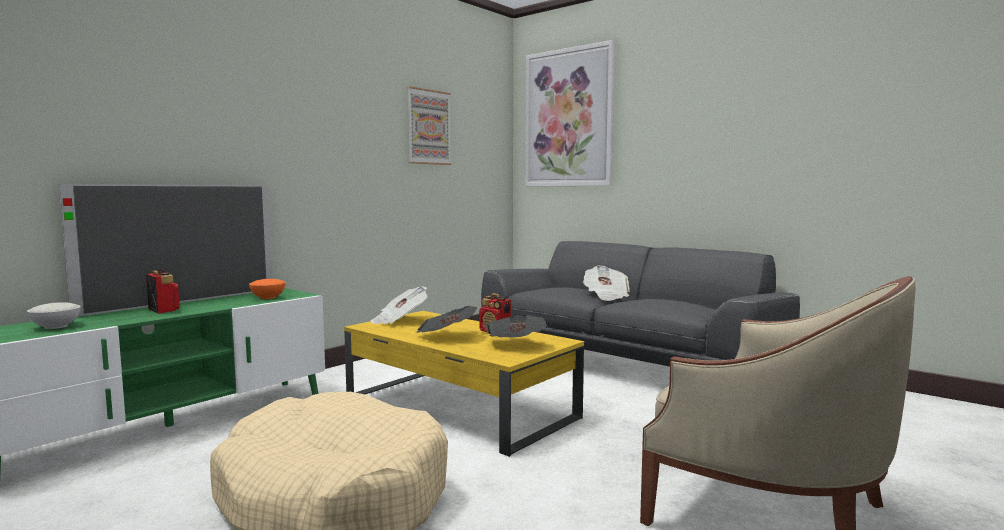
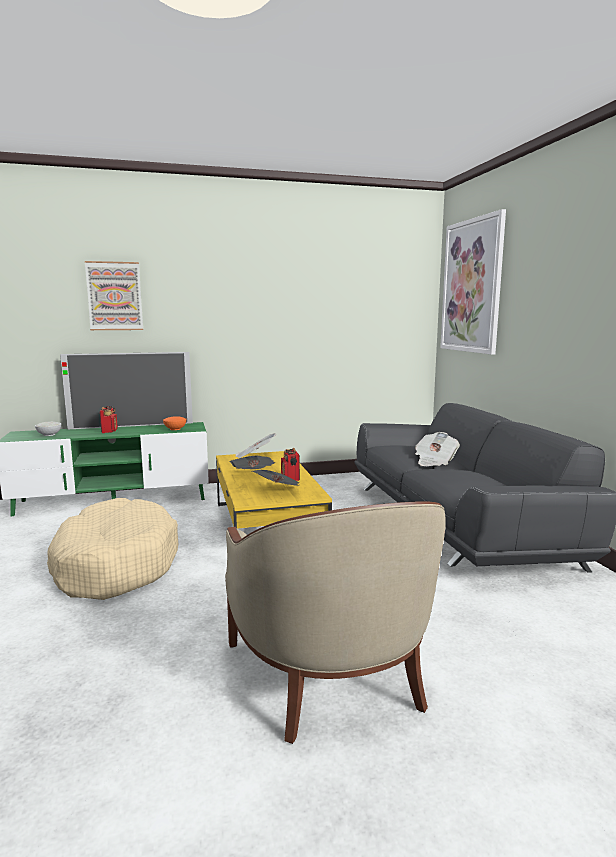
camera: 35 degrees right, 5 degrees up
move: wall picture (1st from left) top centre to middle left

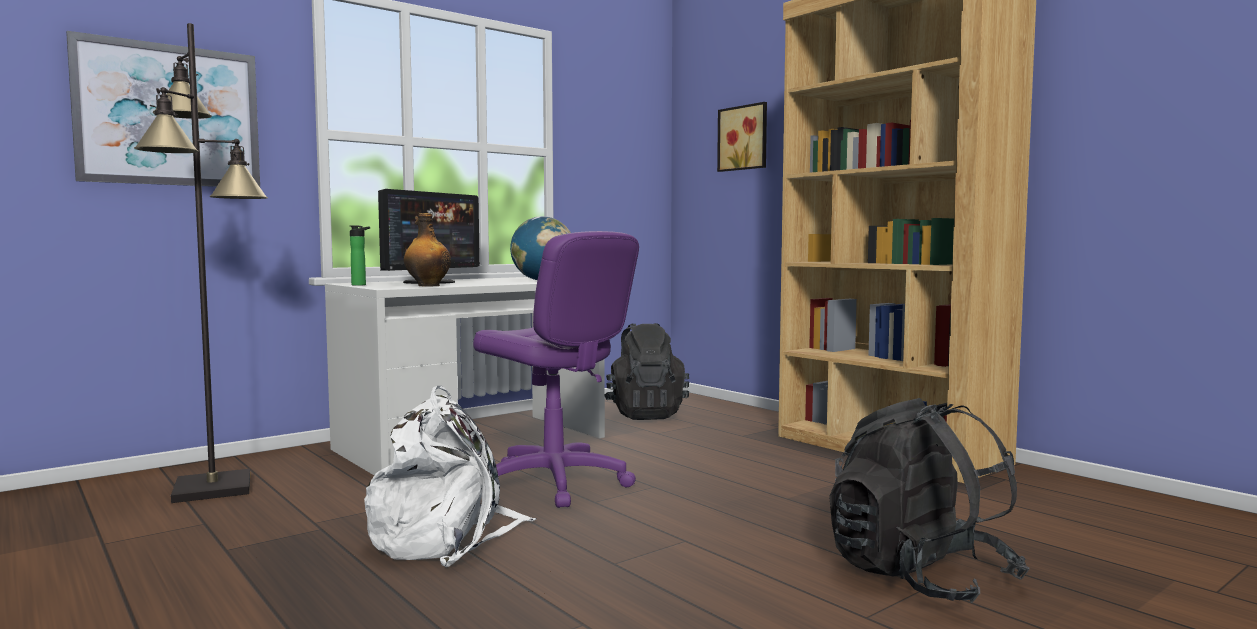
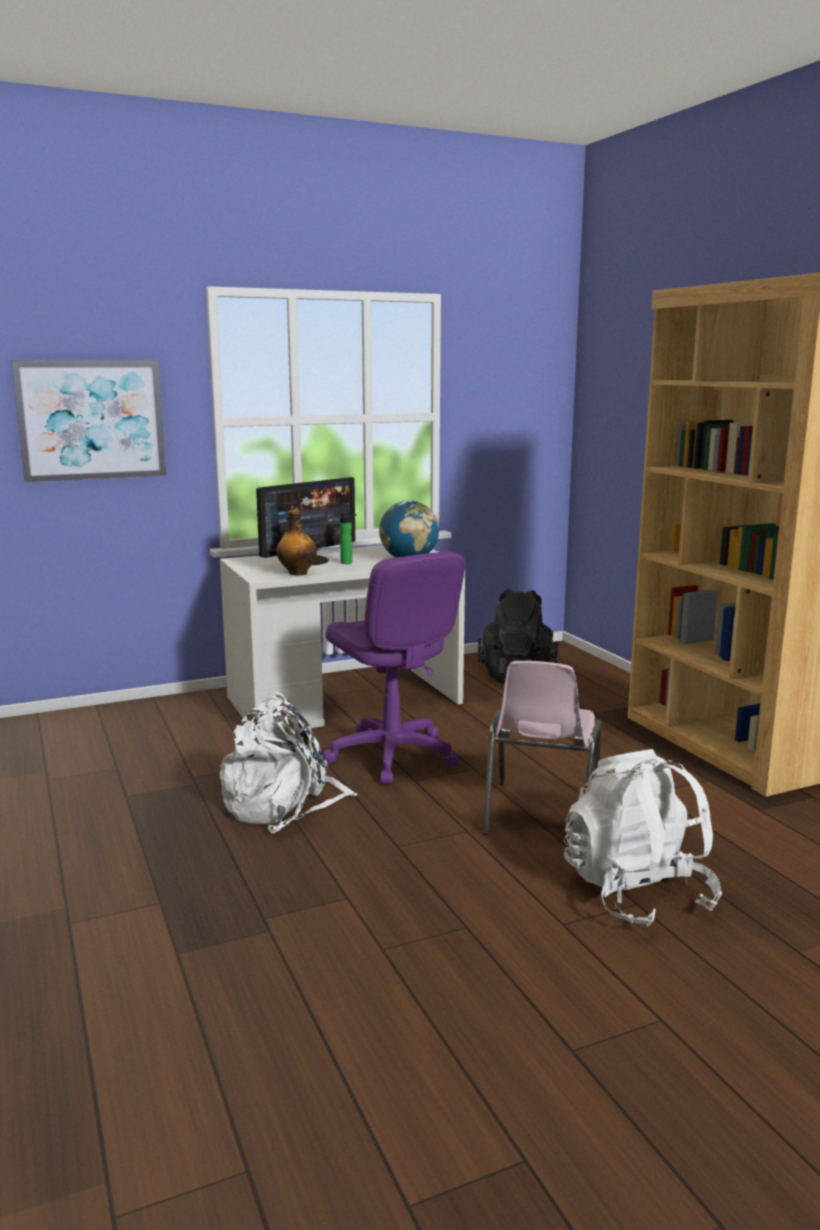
camera: 15 degrees right, 10 degrees up
delete: standing lamp in black-coloured middle left; wall picture (2nd from left) top centre
insert: upright chair in pinkish centre
move: beverage bottle (1st from left in the first image) middle left to beverage bottle (2nd from left) centre
recolor: knapsack in black-coloured (2nd from left) bottom right to knapsack in white (2nd from left) bottom right

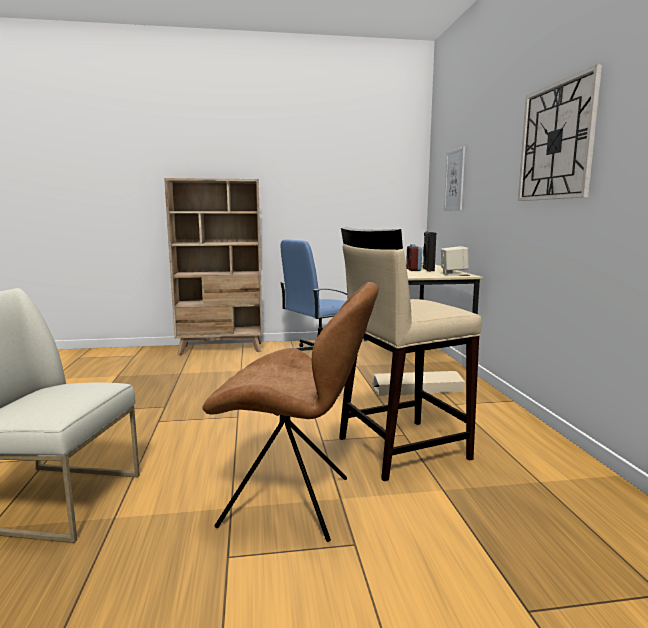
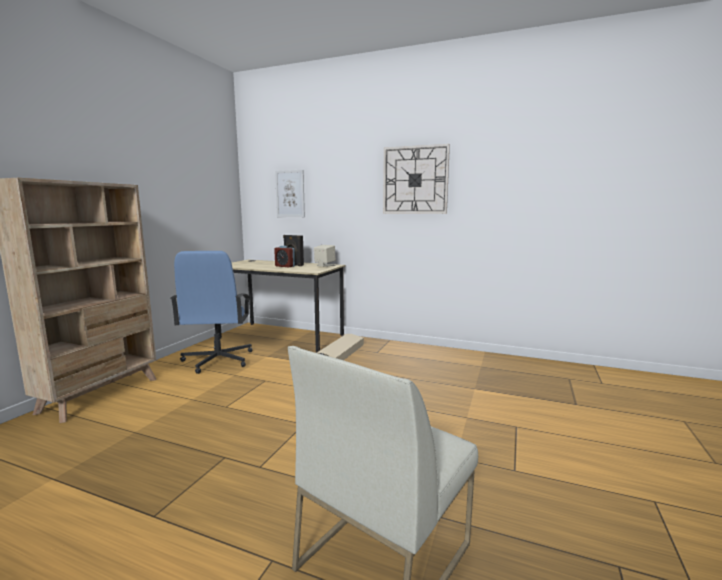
camera: 60 degrees left, 0 degrees up
delete: upright chair in brown centre; stool seat in beige-coloured centre

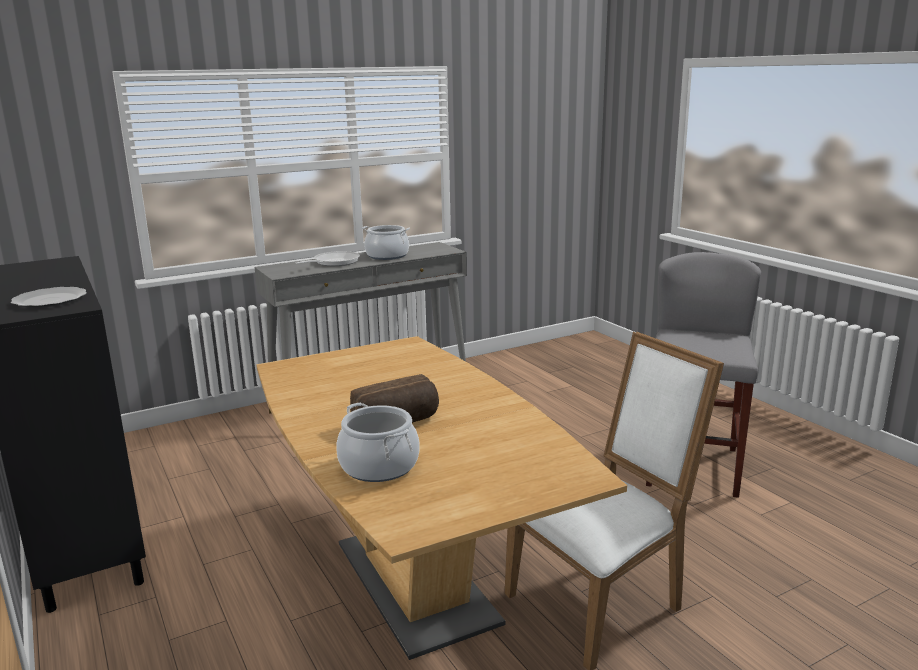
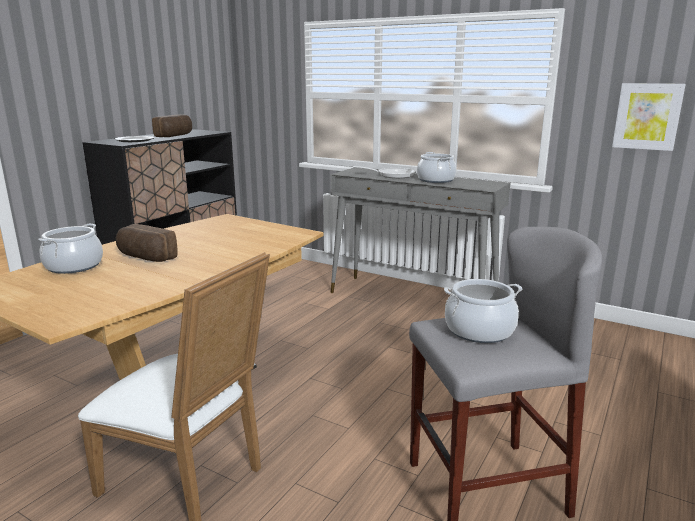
camera: 60 degrees right, 0 degrees up
insert: baked bread (2nd from left) top left; cooking pot (3rd from left) middle right; wall picture top right

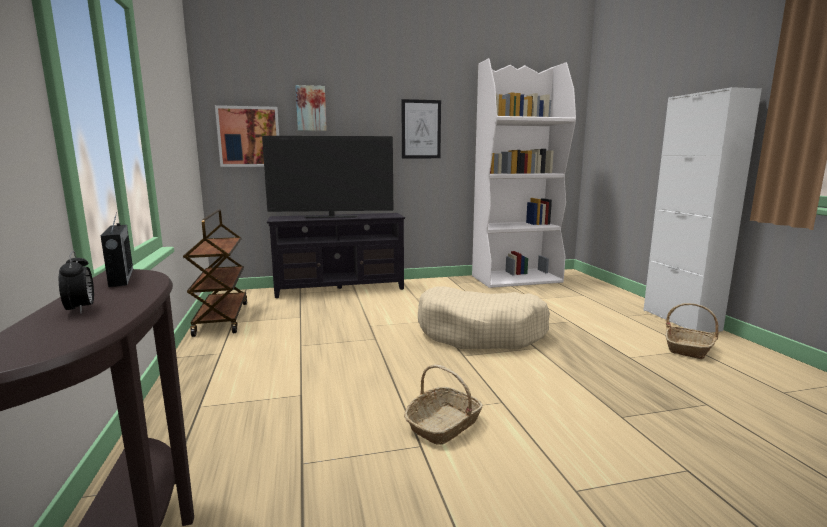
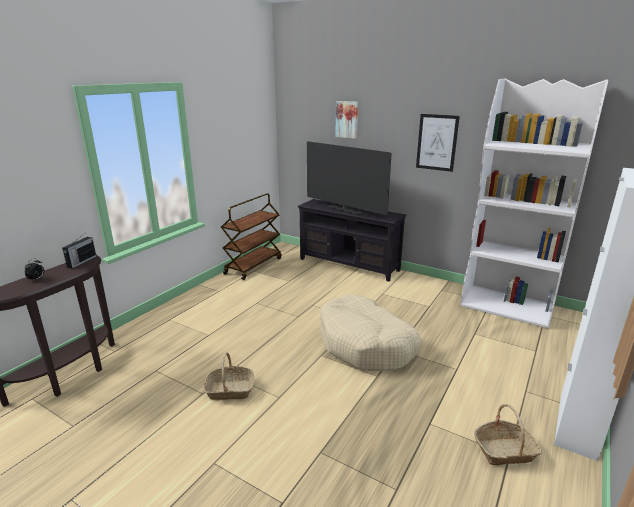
camera: 45 degrees right, 10 degrees up
delete: wall picture (1st from left) top left

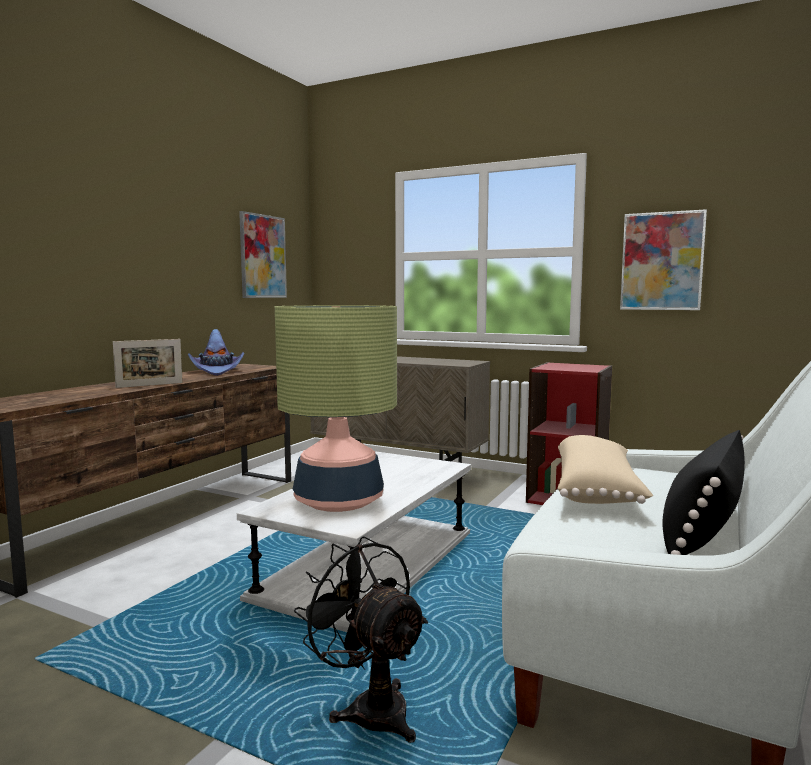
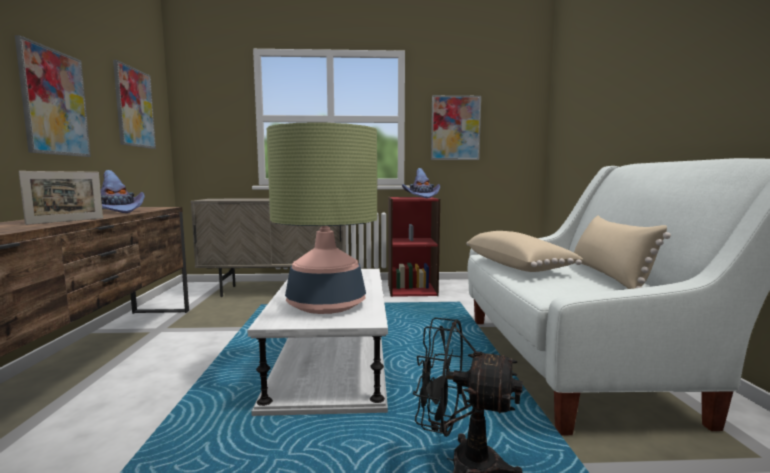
camera: 30 degrees left, 0 degrees up
insert: wall picture (1st from left) top left; hat in purple-coloured (2nd from left) centre
recolor: pillow in black-coloured middle right to pillow in beige-coloured (2nd from left) middle right

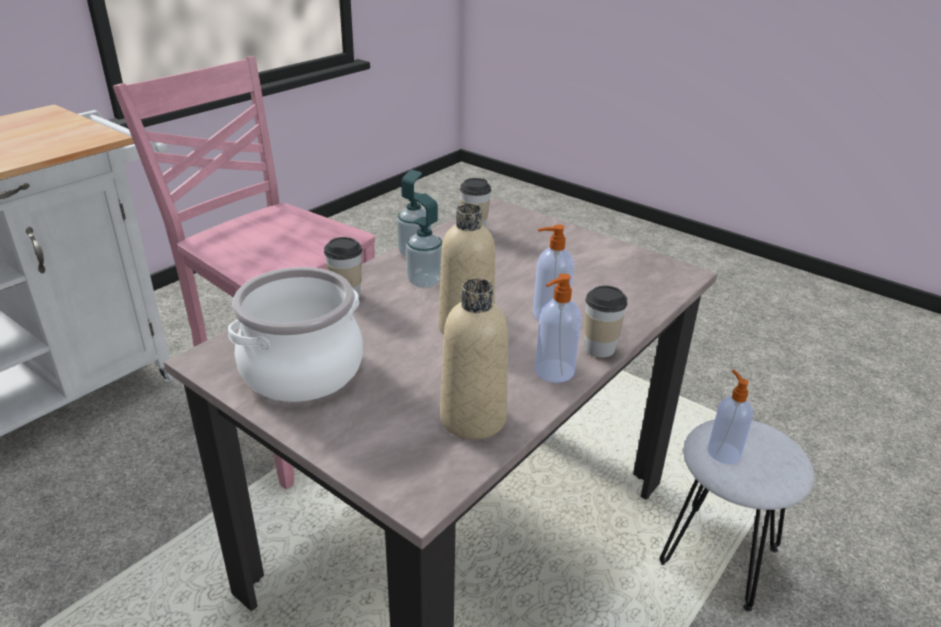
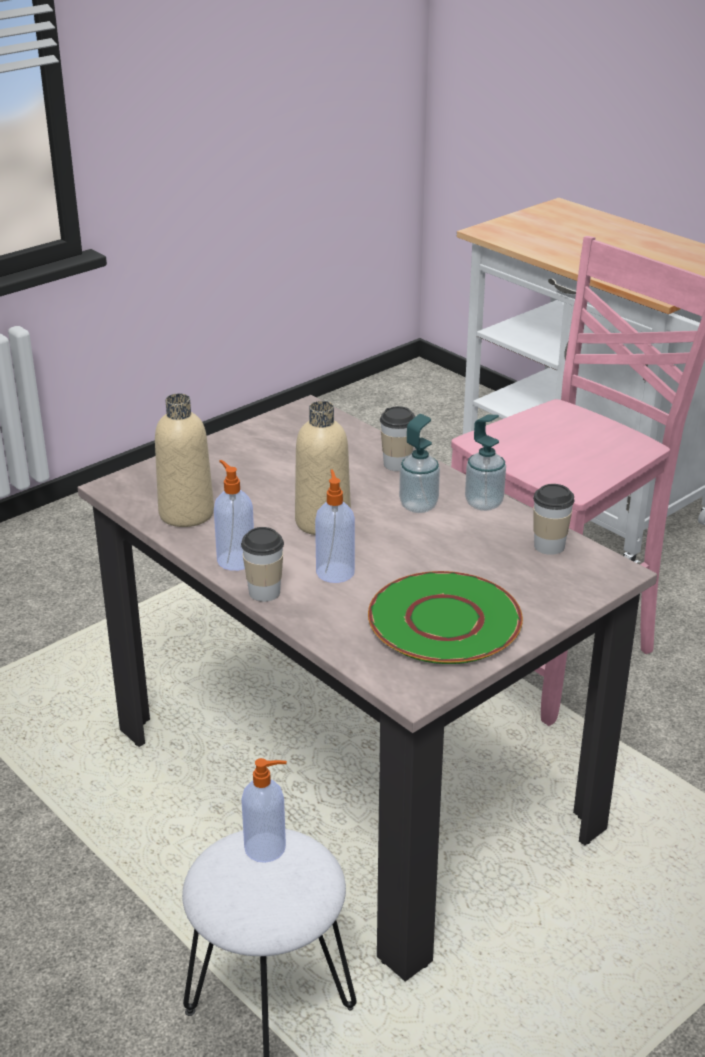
camera: 100 degrees right, 0 degrees up
delete: cooking pot middle left
insert: plate in greenish centre

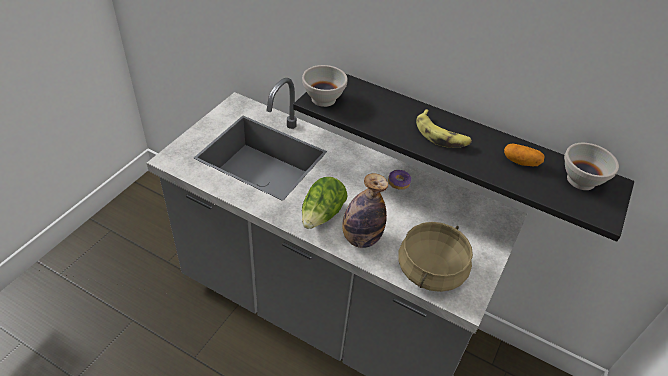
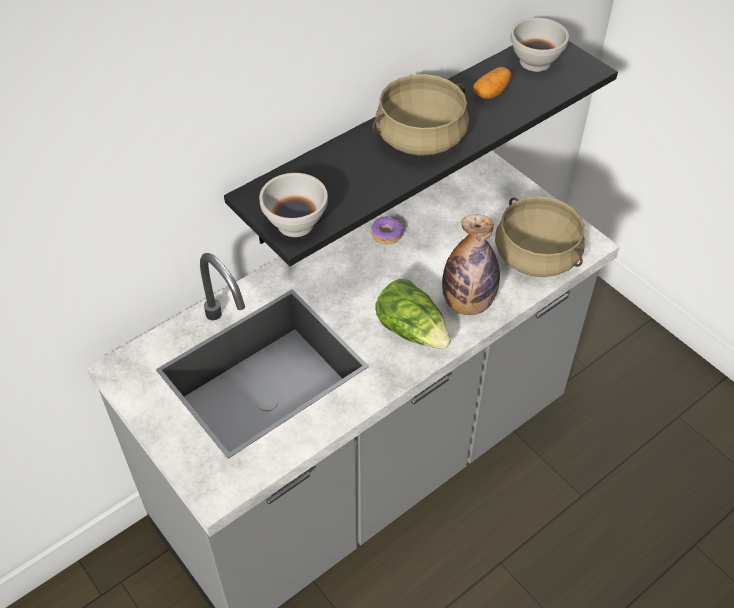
camera: 65 degrees left, 5 degrees up
replace: whole banana centre to cooking pot in beige-coloured (1st from left) top centre

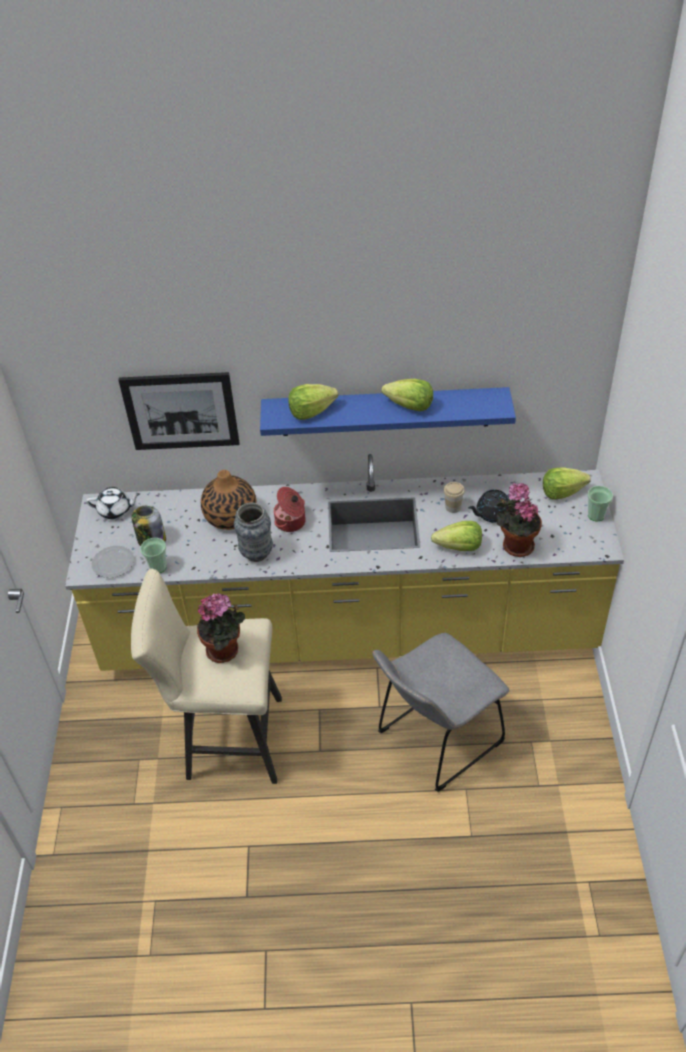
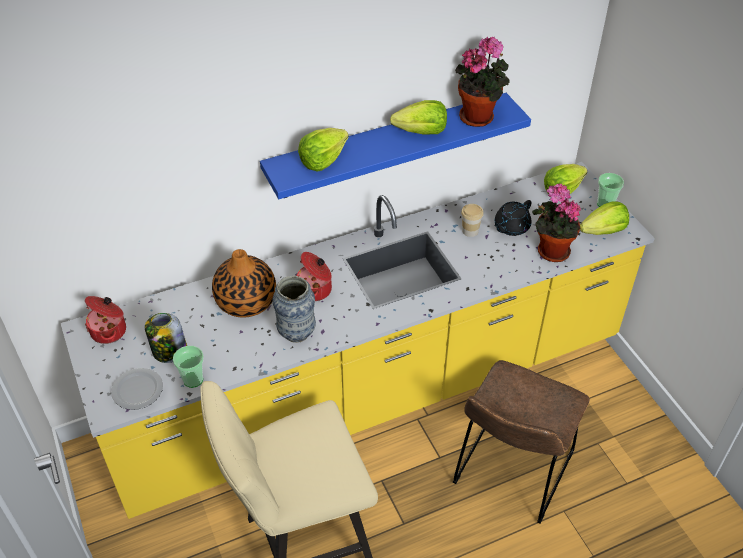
camera: 25 degrees left, 0 degrees up
delete: wall picture middle left
move: plant in a pot (1st from left) middle left to top centre; head of lettuce (3rd from left in the first image) centre to head of lettuce (4th from left) middle right
replace: pot for tea in white middle left to cooking pot (1st from left) middle left
recolor: upright chair in grey bottom centre to upright chair in brown bottom right

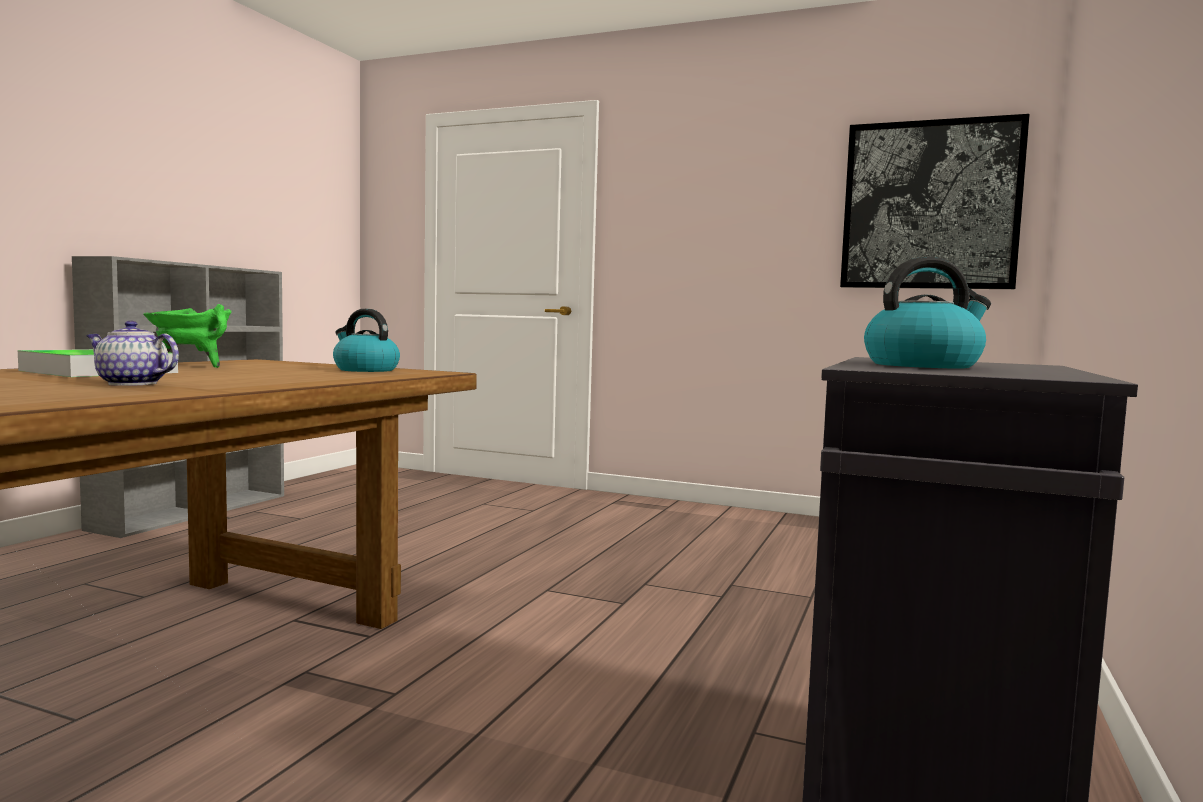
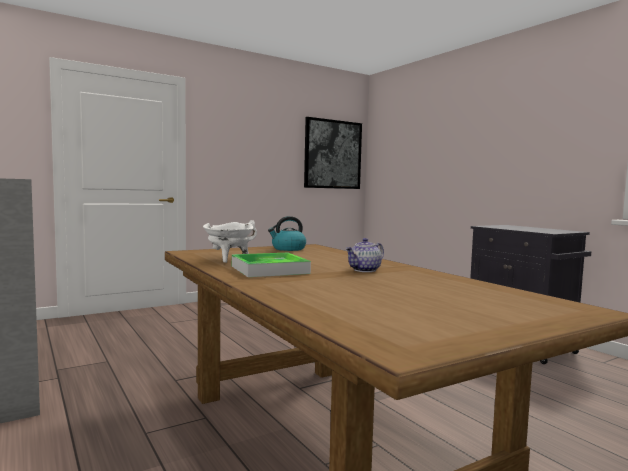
camera: 55 degrees left, 0 degrees up
delete: water kettle (2nd from left) middle right
recolor: cooking pot in greenish middle left to cooking pot in white centre

